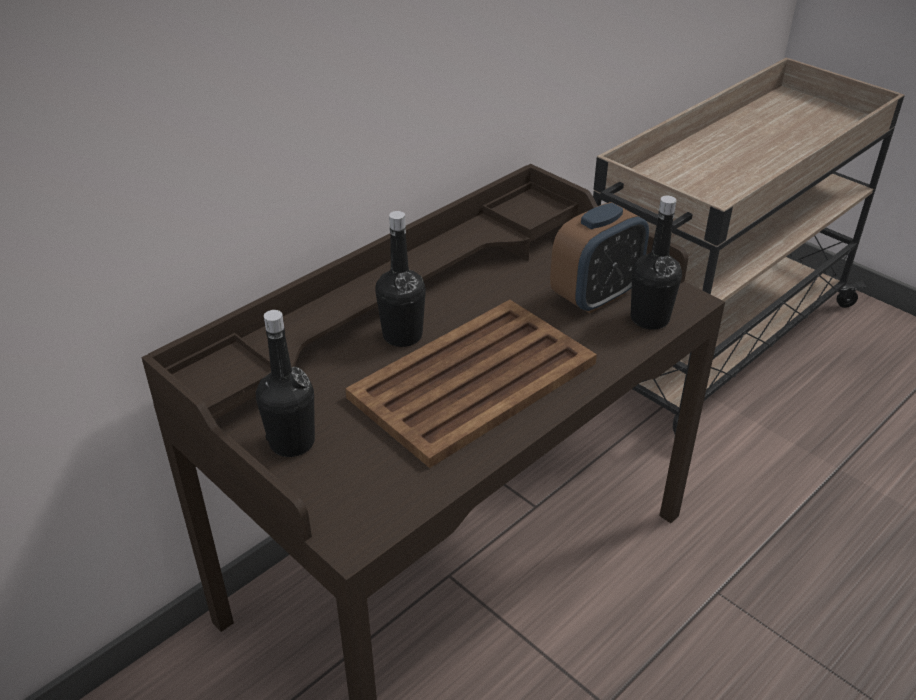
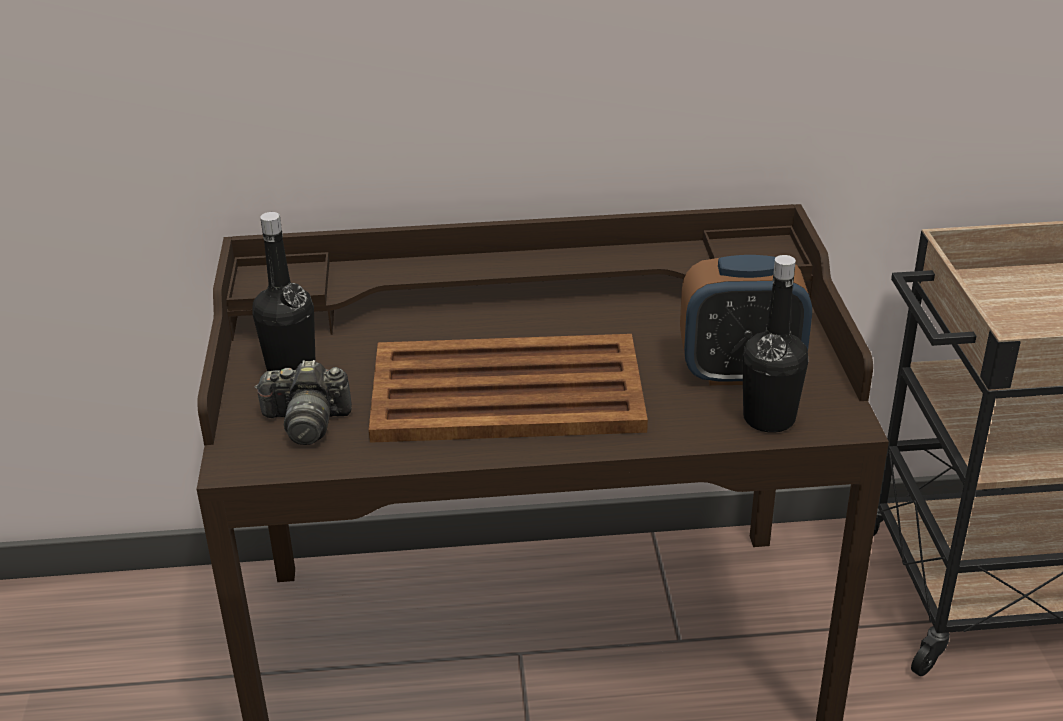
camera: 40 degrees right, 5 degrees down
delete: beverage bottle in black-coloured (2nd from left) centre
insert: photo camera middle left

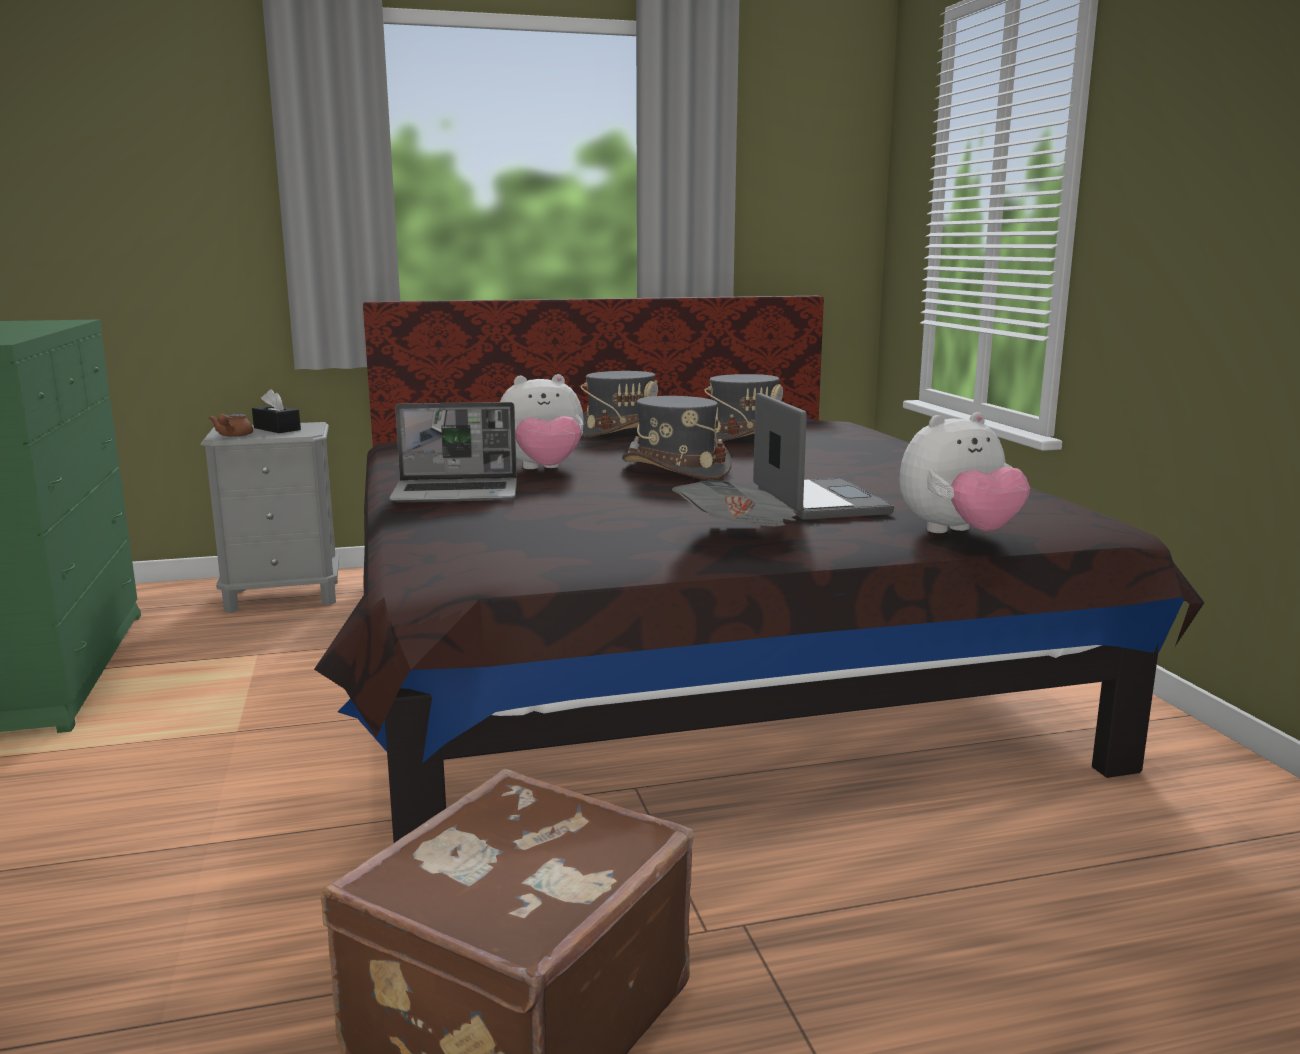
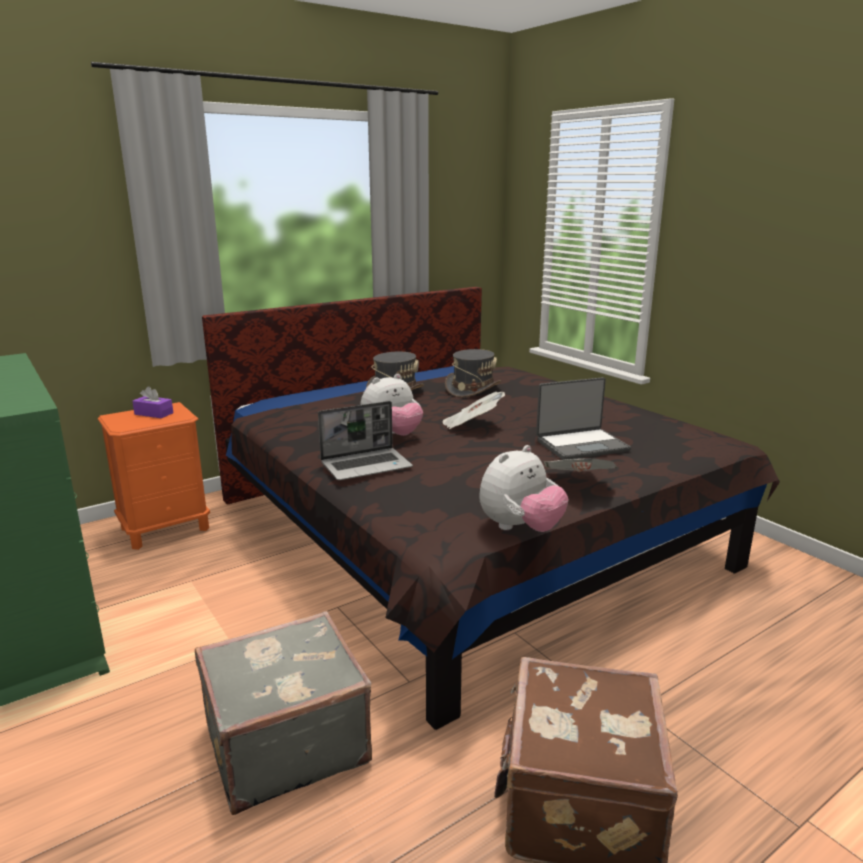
camera: 20 degrees left, 5 degrees up
delete: pot for tea in brown middle left
insert: travel case in grey bottom left
move: soft toy (2nd from left) middle right to centre
replace: hat in grey (2nd from left) centre to newspaper (1st from left) centre
recolor: nightstand in grey middle left to nightstand in orange middle left; tissue holder in black-coloured middle left to tissue holder in purple-coloured middle left
rotate: portable computer (2nd from left) centre = middle right 105 degrees clockwise

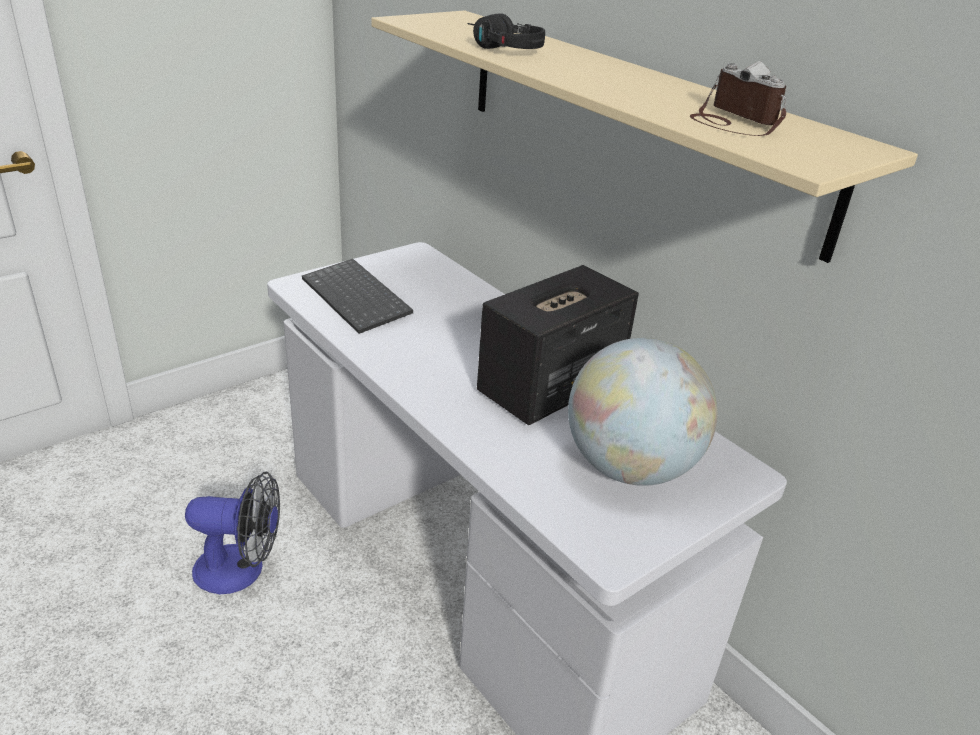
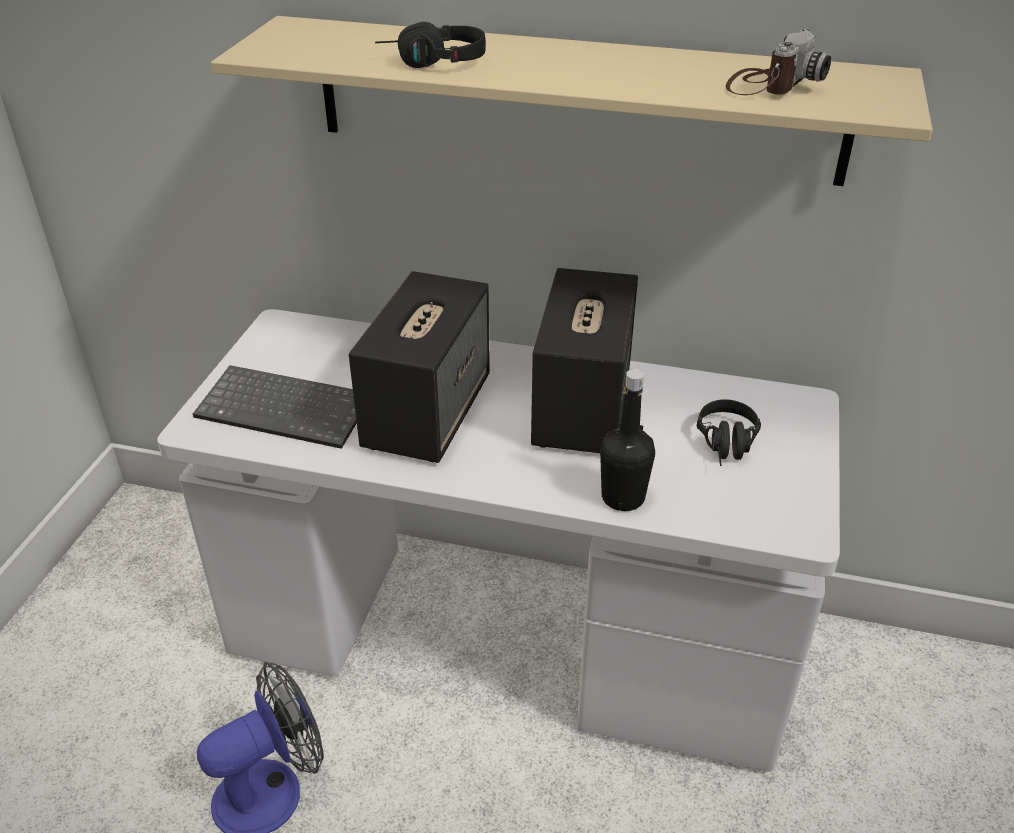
camera: 35 degrees left, 5 degrees up
insert: speaker (1st from left) centre; beverage bottle in black-coloured centre
replace: desk globe centre to headphones in black-coloured (2nd from left) middle right
rotate: photo camera top right = top right 105 degrees clockwise

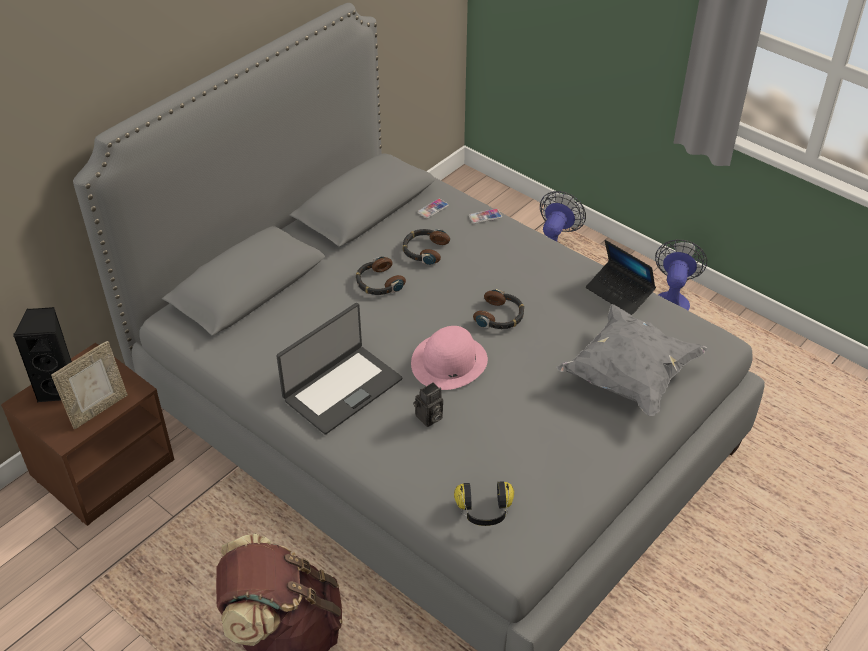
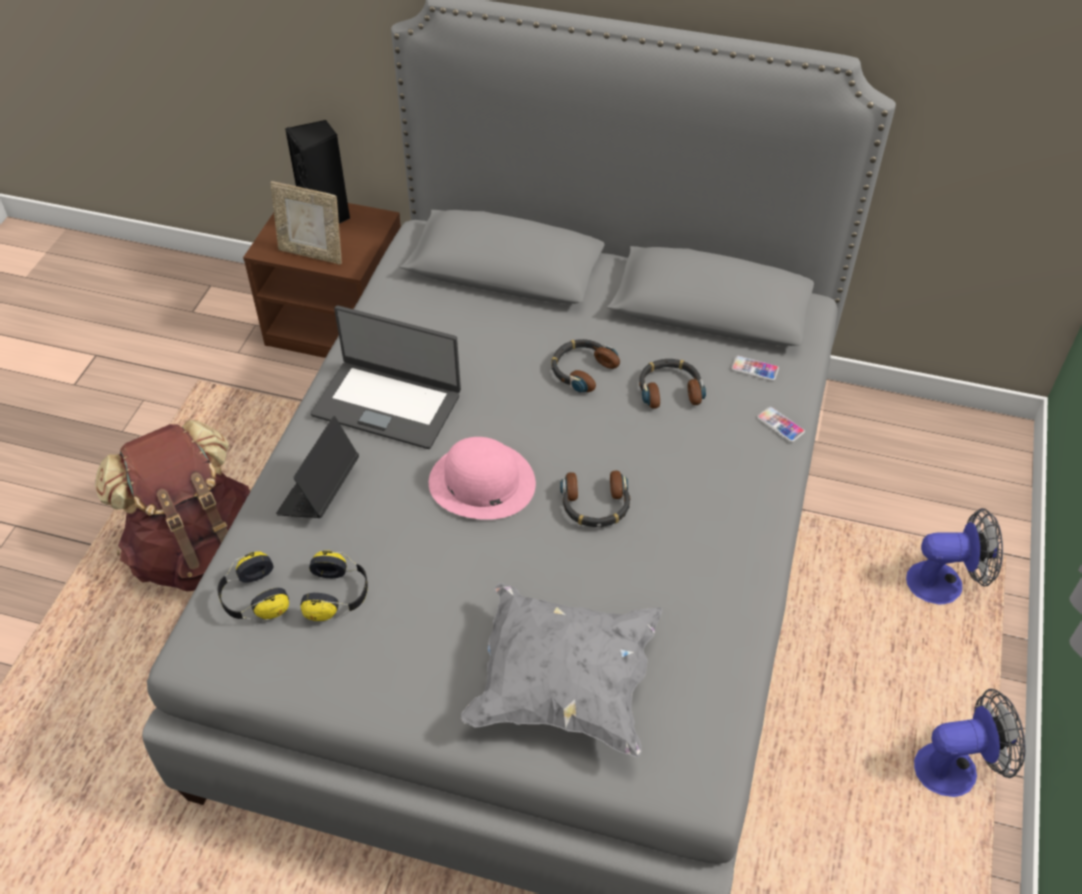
camera: 65 degrees right, 5 degrees up
delete: photo camera centre
insert: headphones (2nd from left) middle left
move: portable computer (2nd from left in the first image) middle right to portable computer (1st from left) middle left

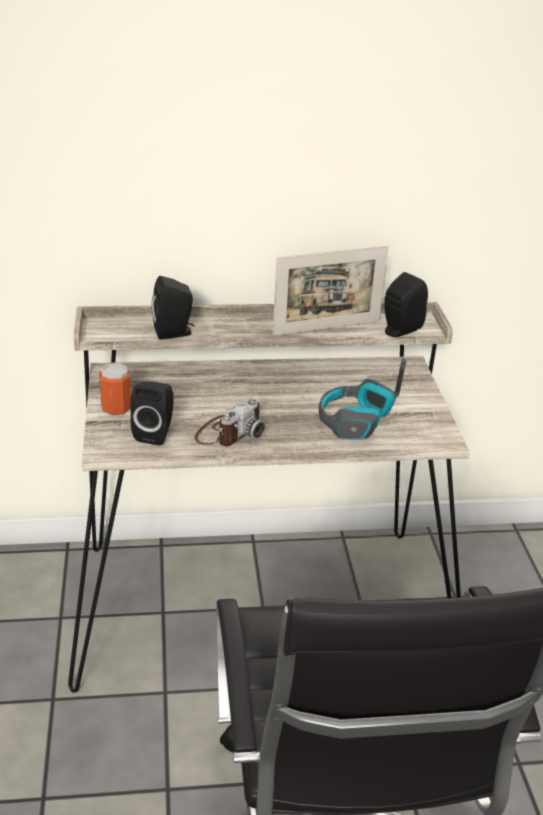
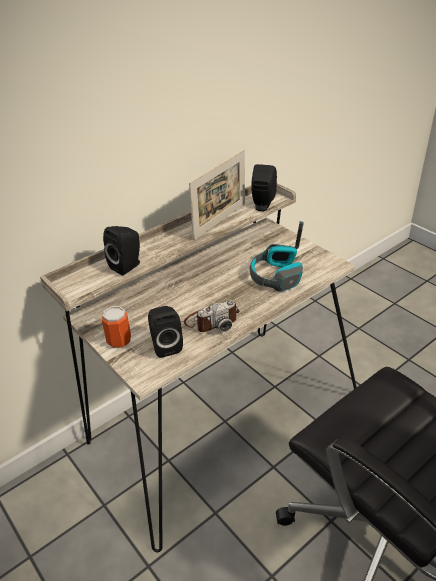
camera: 30 degrees left, 5 degrees up
rotate: photo camera centre = centre 60 degrees clockwise

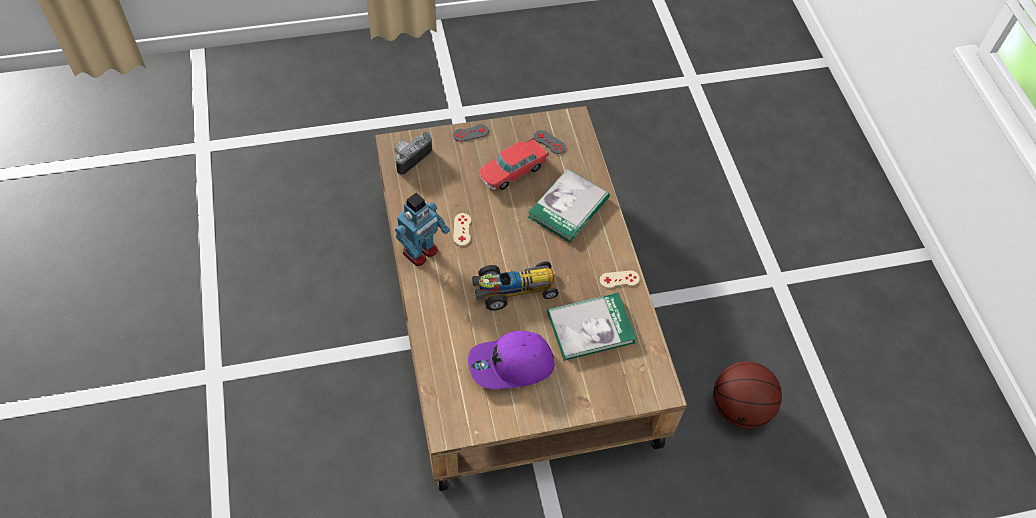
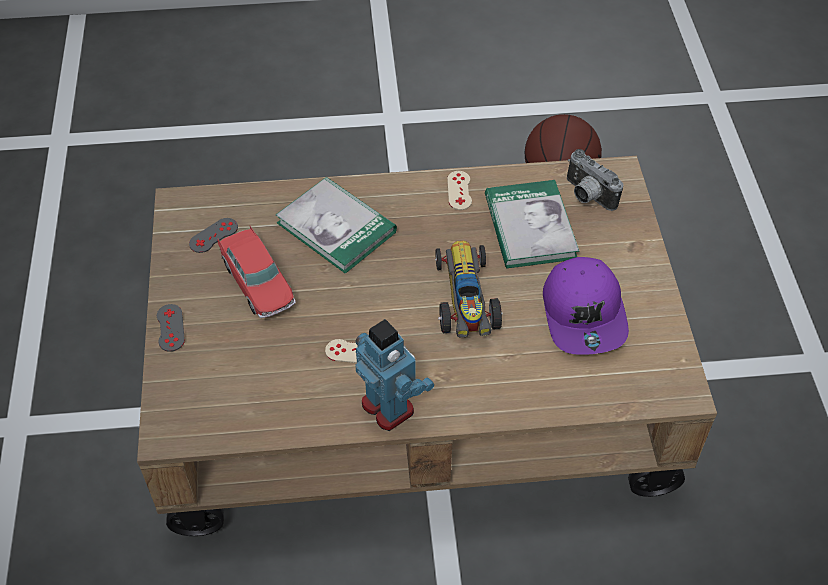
camera: 80 degrees left, 5 degrees down
move: photo camera top centre to top right

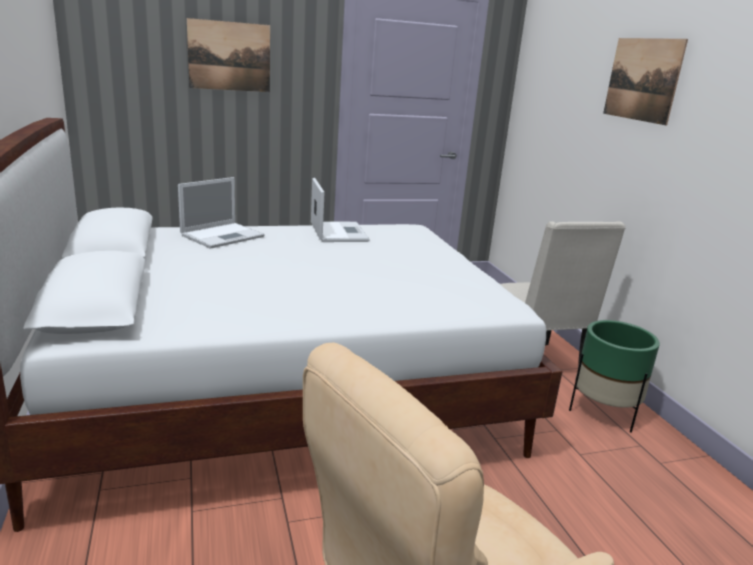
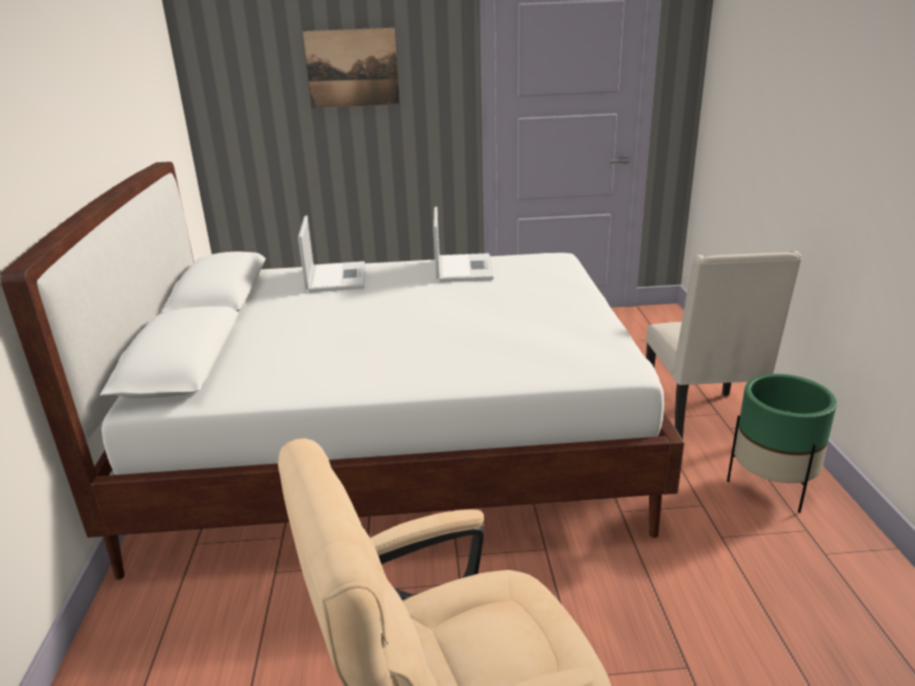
camera: 15 degrees right, 5 degrees up
delete: wall picture (2nd from left) top right
rotate: portable computer (1st from left) middle left = centre 60 degrees counterclockwise

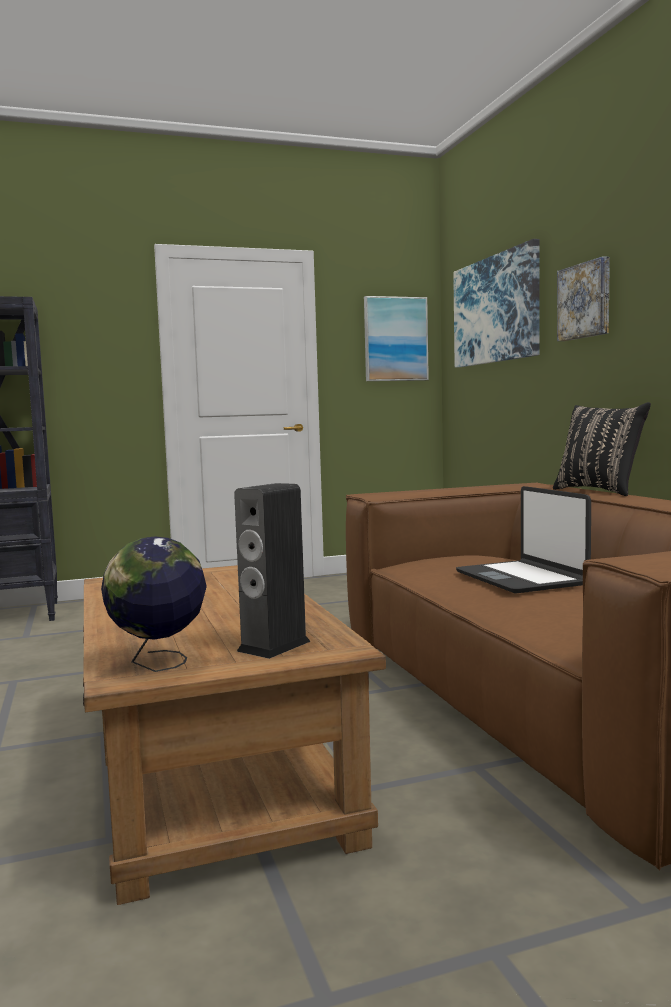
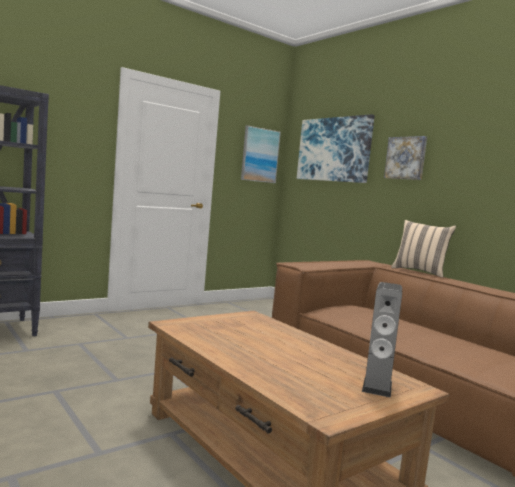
camera: 20 degrees left, 0 degrees up
delete: desk globe middle left; portable computer middle right
recolor: pillow in black-coloured middle right to pillow in beige-coloured middle right

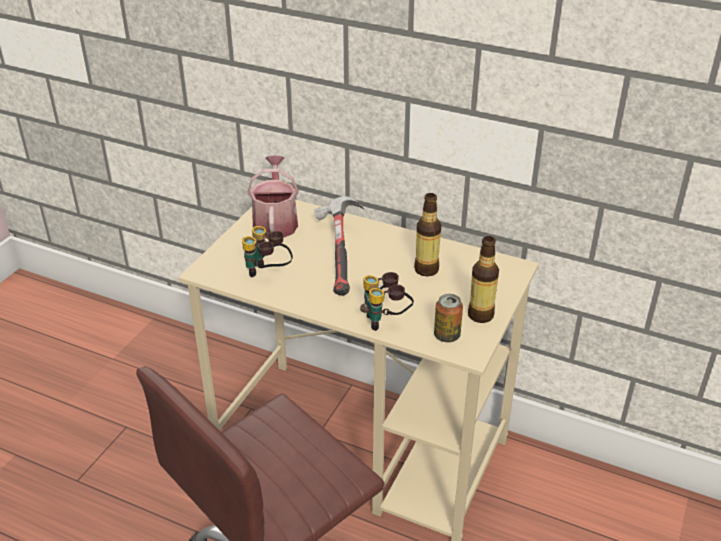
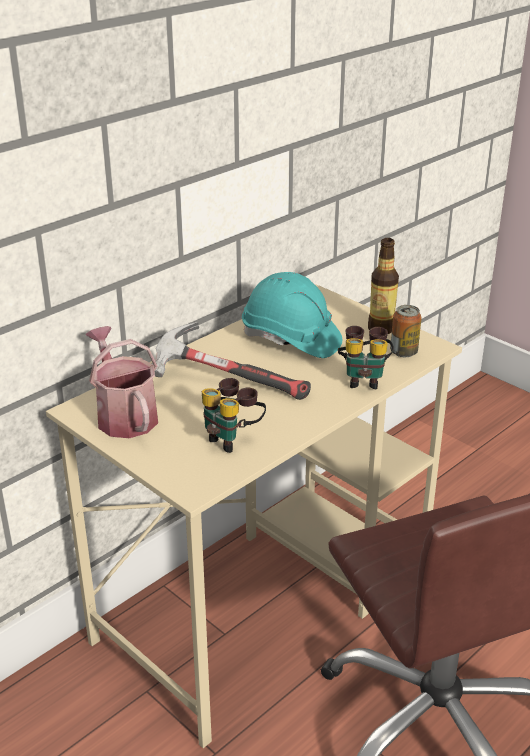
camera: 70 degrees left, 5 degrees down
replace: beverage bottle (1st from left) centre to safety helmet in blue-green centre
rotate: watering pot centre = middle left 45 degrees clockwise

